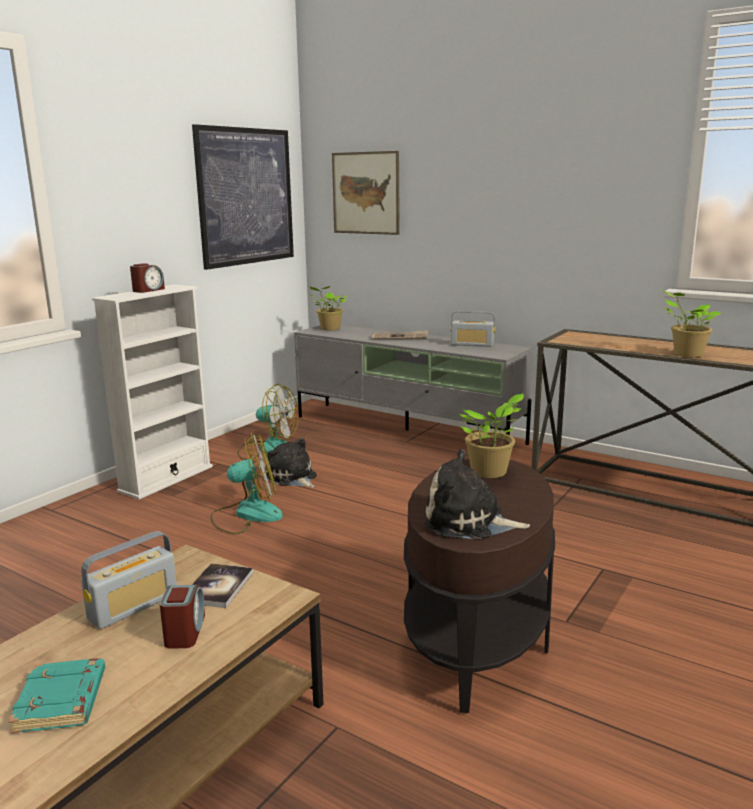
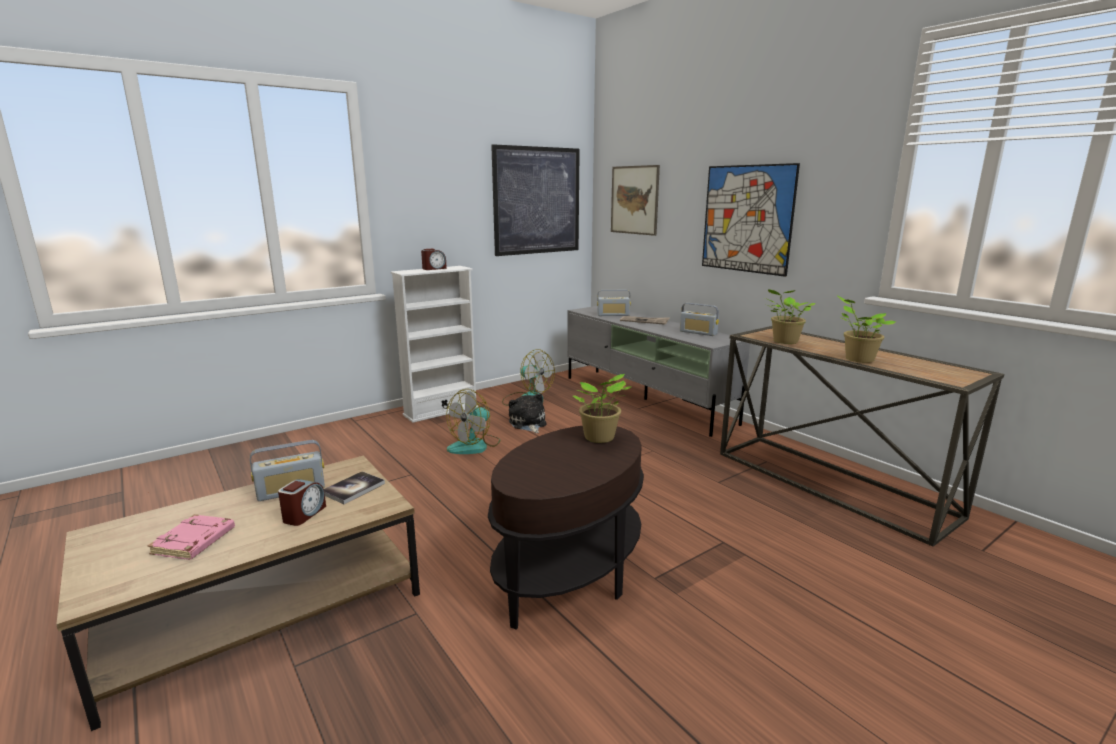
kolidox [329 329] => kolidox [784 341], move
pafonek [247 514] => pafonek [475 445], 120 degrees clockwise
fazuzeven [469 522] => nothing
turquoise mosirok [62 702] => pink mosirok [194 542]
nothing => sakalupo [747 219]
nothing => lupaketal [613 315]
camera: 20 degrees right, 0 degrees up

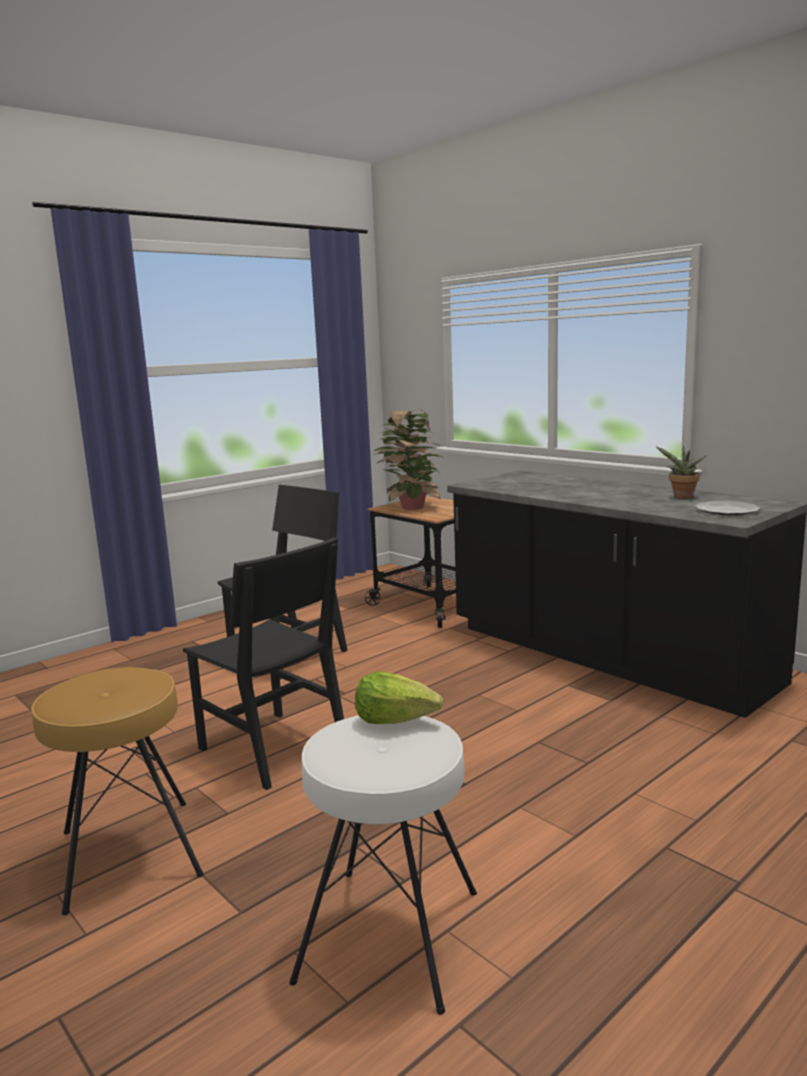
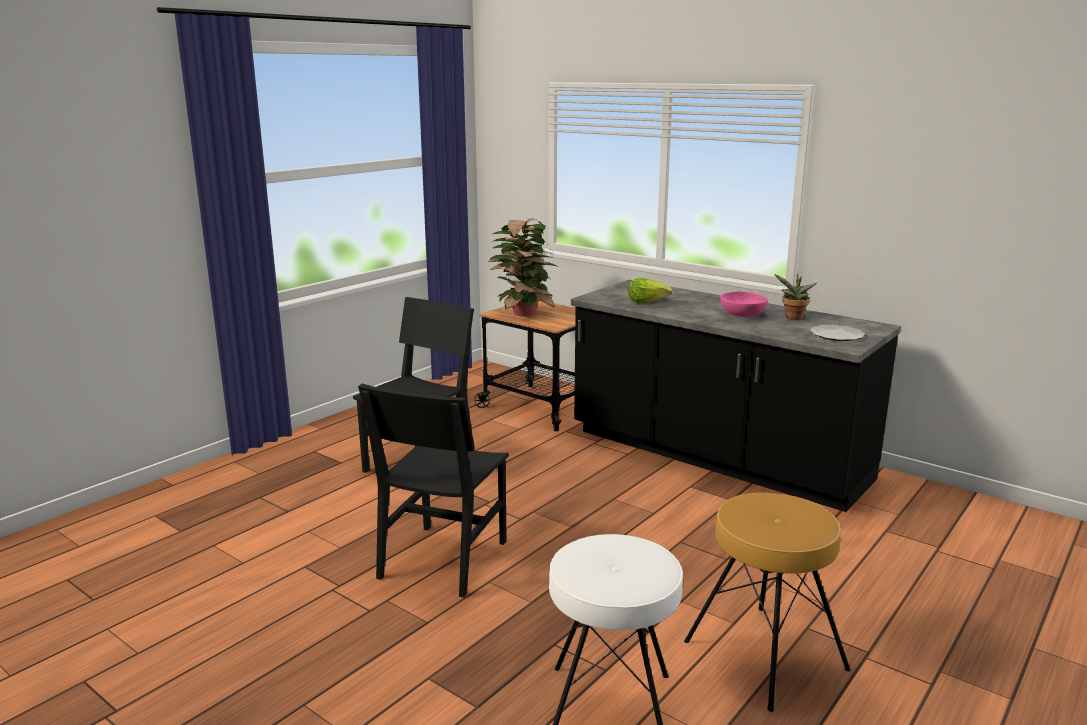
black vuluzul [272 748] => black vuluzul [443 559], 75 degrees clockwise
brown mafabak [128 853] => brown mafabak [764 656], move
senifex [396 719] => senifex [647 302], move
nothing => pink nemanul [742 315]
camera: 10 degrees left, 5 degrees up

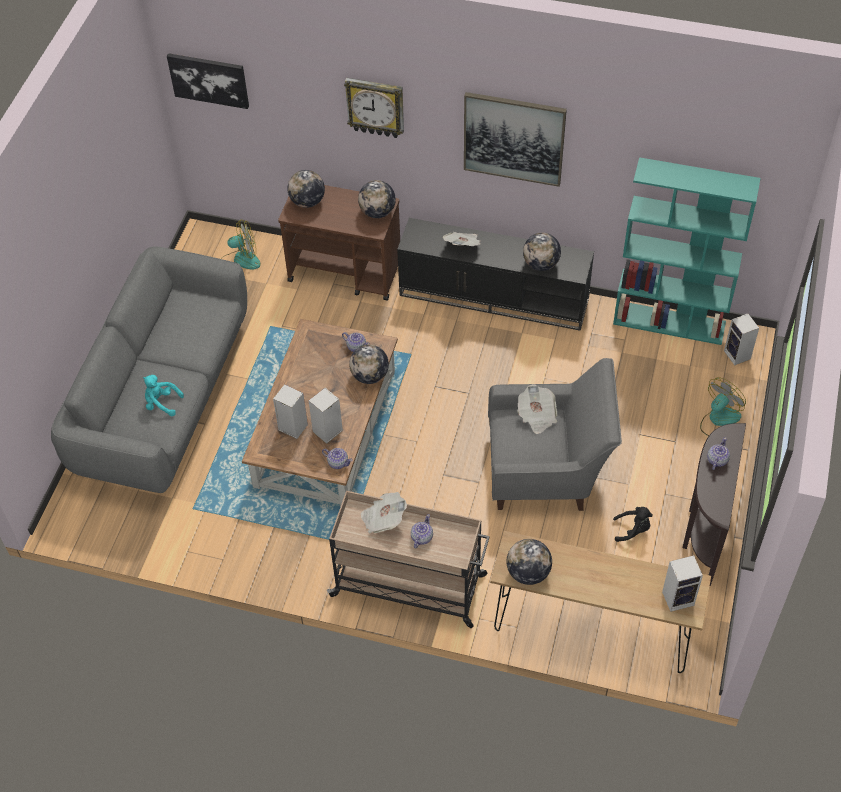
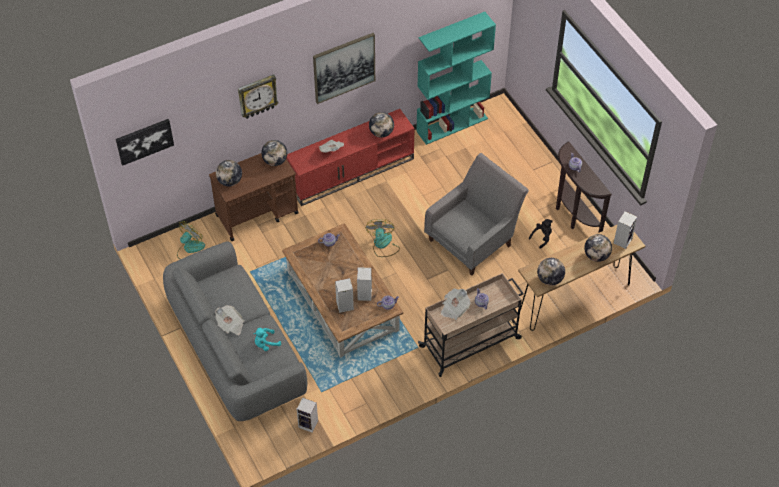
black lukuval [495 296] => red lukuval [351 171]
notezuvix [738 355] => notezuvix [309 424], move
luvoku [370 376] => luvoku [596 256], move
pafonek [719 421] => pafonek [383 245], move
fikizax [537 416] => fikizax [230 325], move
camera: 45 degrees left, 0 degrees up

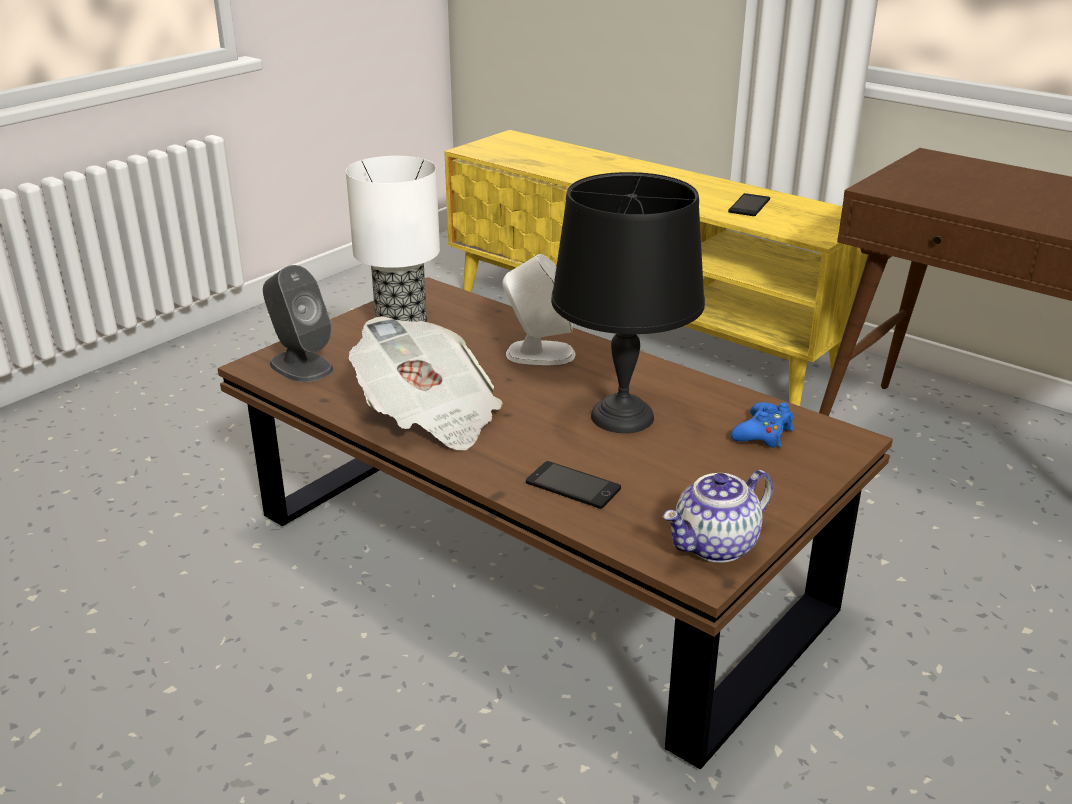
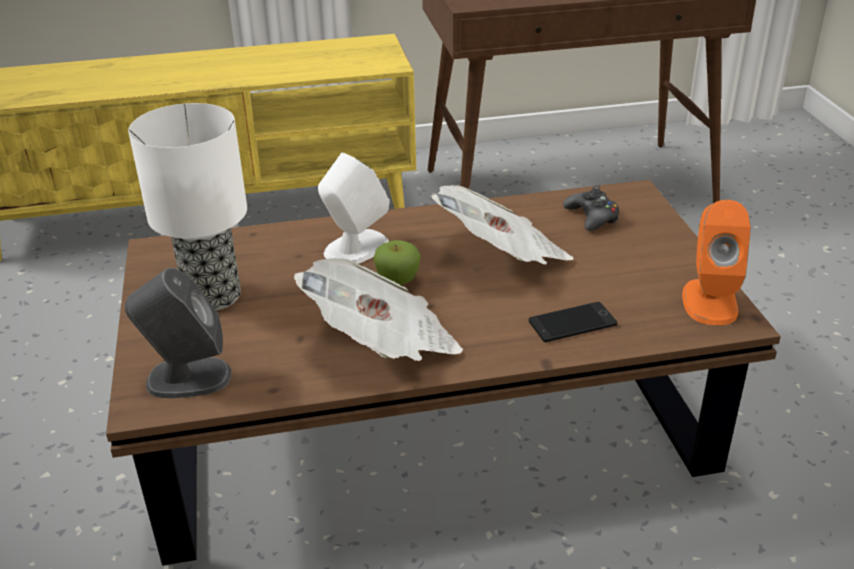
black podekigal [624 417] => fikizax [502 257]
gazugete [749 206] => nothing
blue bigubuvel [763 433] => black bigubuvel [592 217]
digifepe [715 546] => orange notezuvix [709 301]
nothing => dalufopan [397 281]
camera: 50 degrees left, 5 degrees up

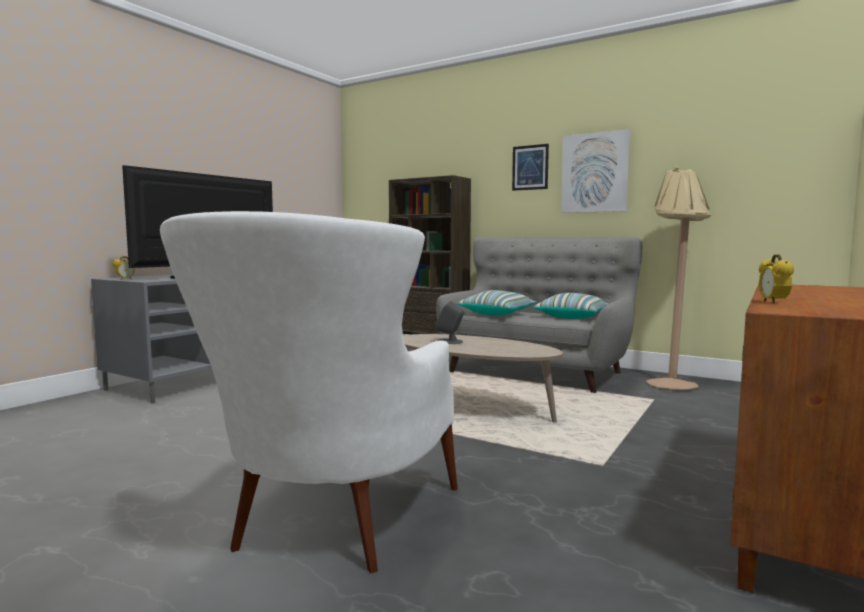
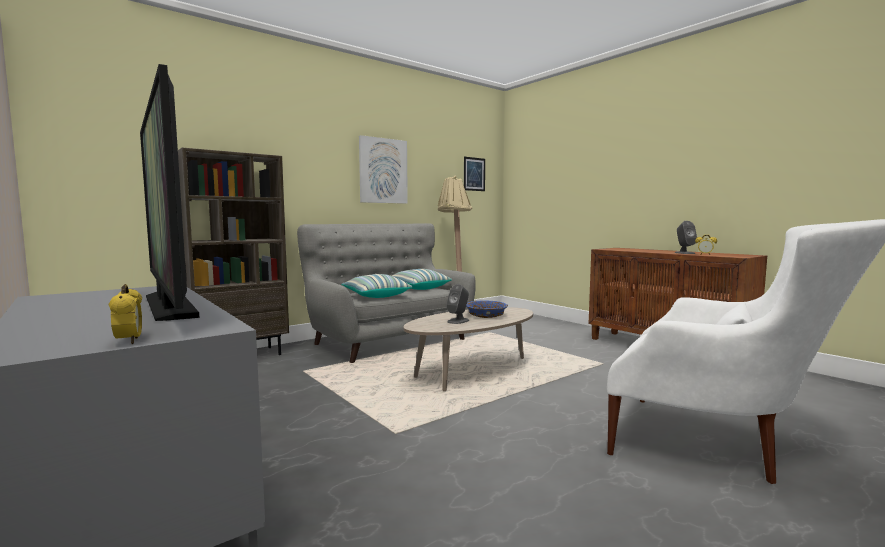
sakalupo [530 167] => sakalupo [474 174], move
nothing => grey notezuvix [684 253]
nothing => blue nemanul [486 315]
camera: 70 degrees left, 0 degrees up

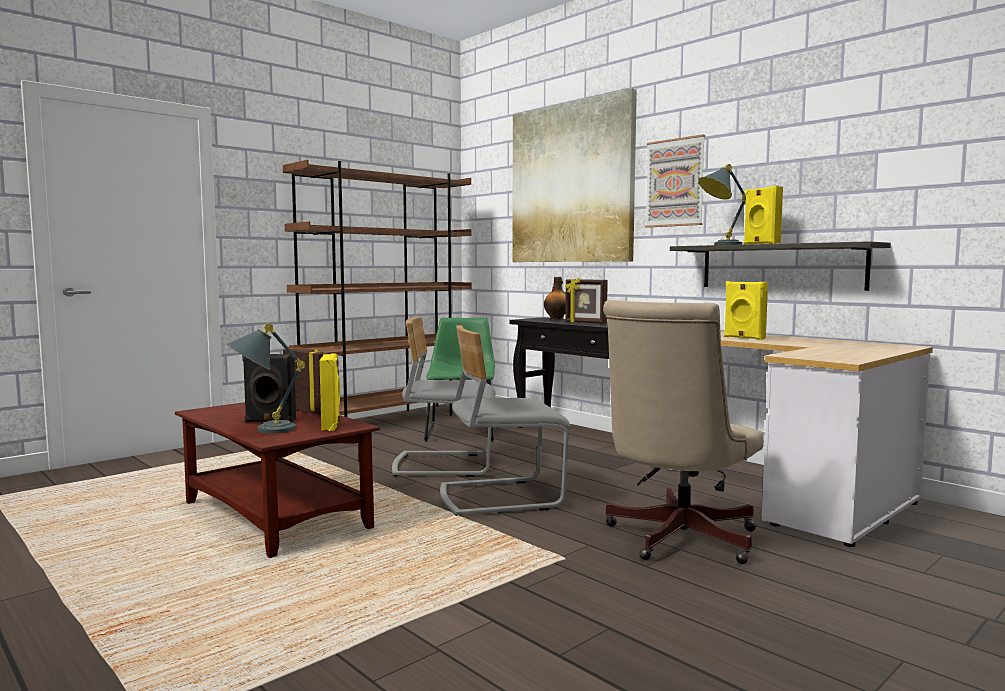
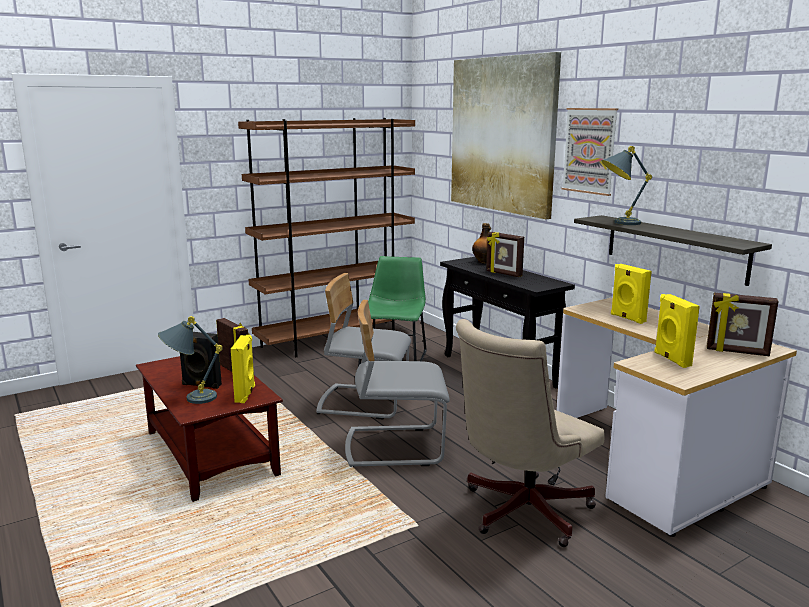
yellow notezuvix [760 244] => yellow notezuvix [671 359], move
nothing => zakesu [737 352]
camera: 10 degrees right, 10 degrees up

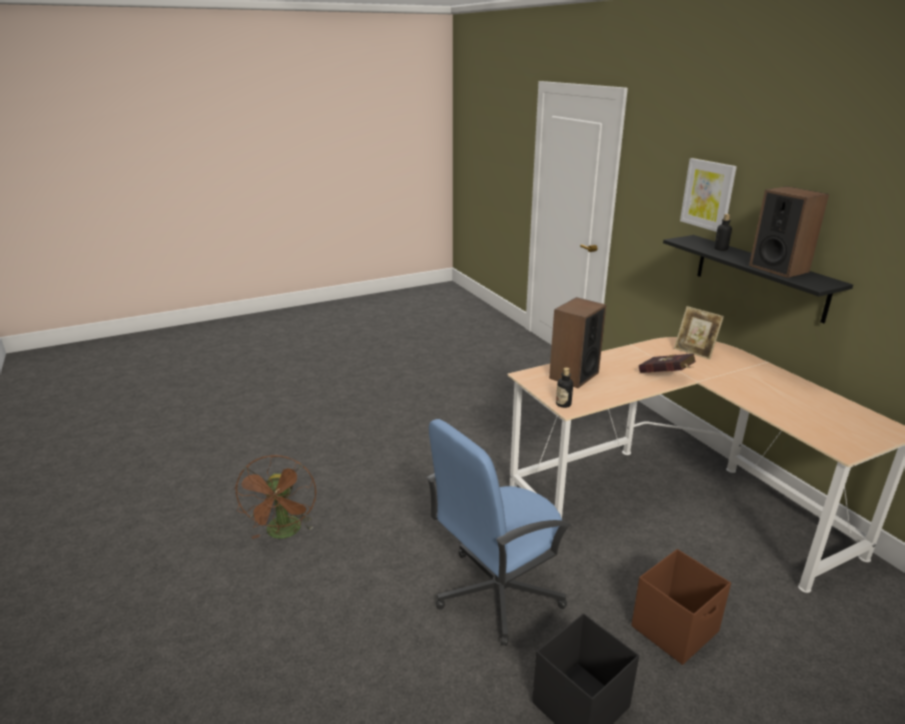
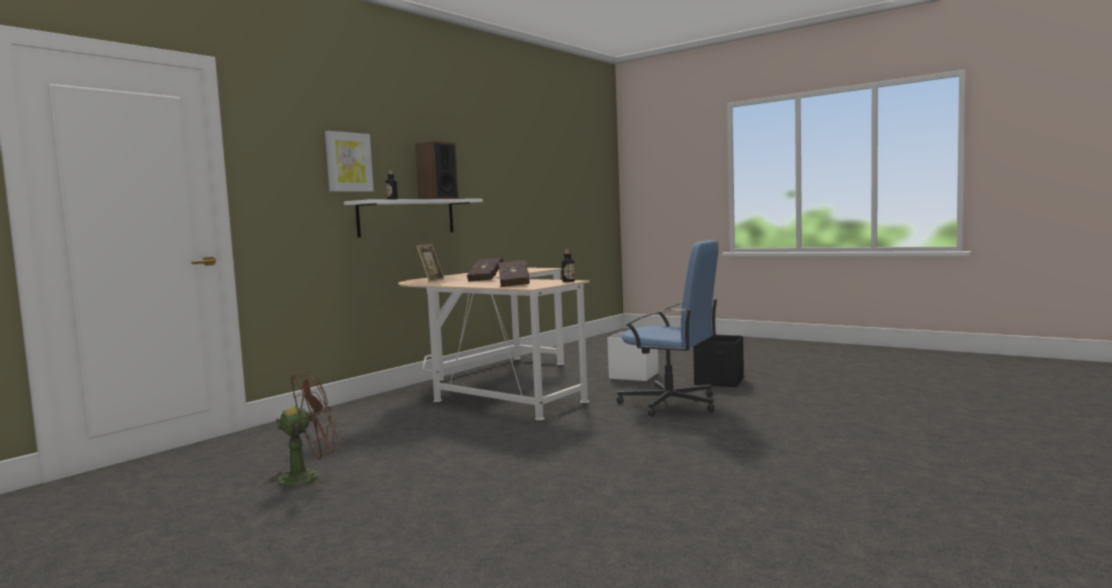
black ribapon [759 277] => white ribapon [407 217]
notezuvix [573 375] => red mosirok [514 284]
brown pafonek [284 533] => brown pafonek [308 477], move
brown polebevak [675 629] => white polebevak [633 376]
camera: 115 degrees left, 20 degrees down

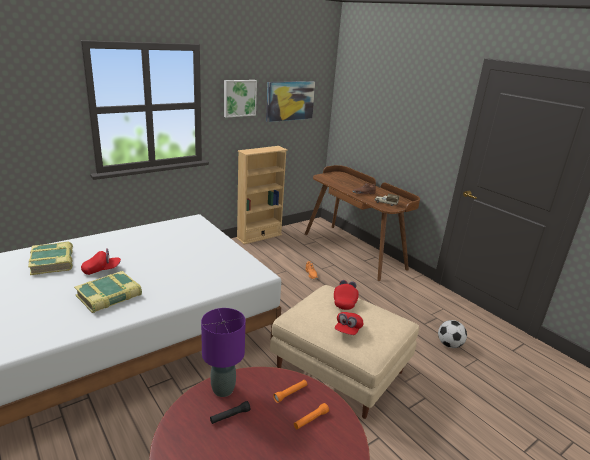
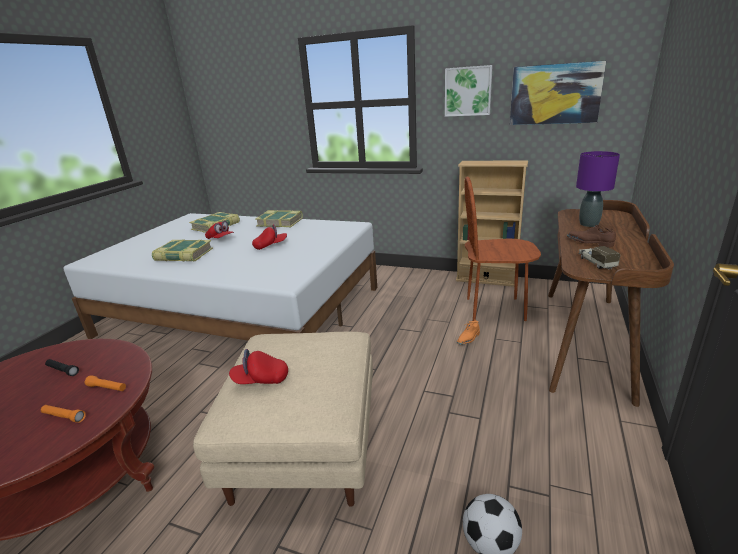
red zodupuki [345 301] => red zodupuki [270 245], move
purple podekigal [223 390] => purple podekigal [588 224], move
nothing => brown vuluzul [495 309]
nothing => mosirok [280 222]
camera: 60 degrees right, 0 degrees up

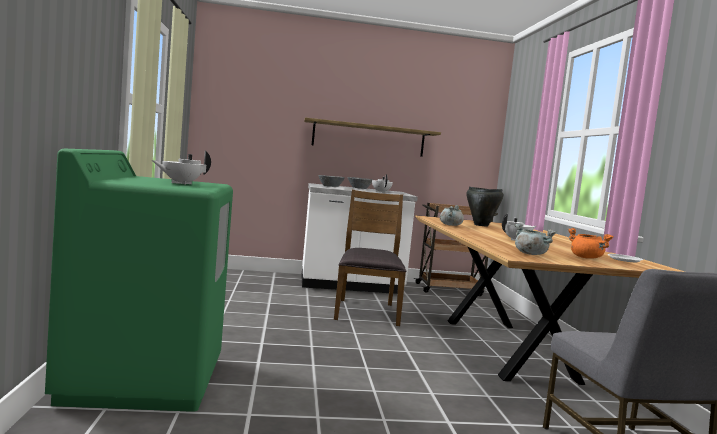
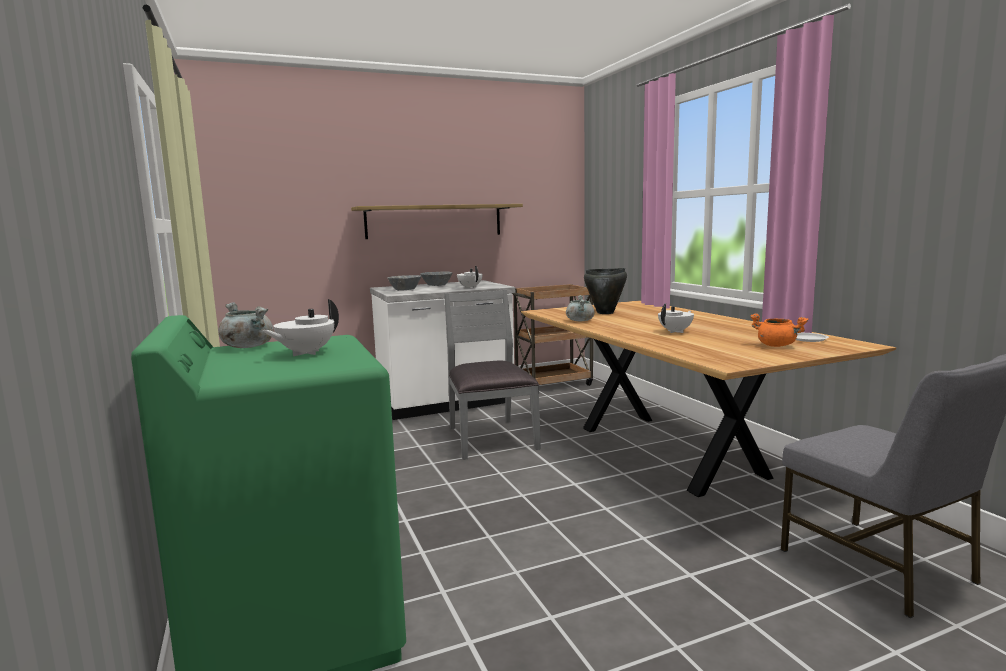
brown vuluzul [366 311] => grey vuluzul [490 438]
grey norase [530 254] => grey norase [247 346], move
camera: 15 degrees left, 5 degrees up

